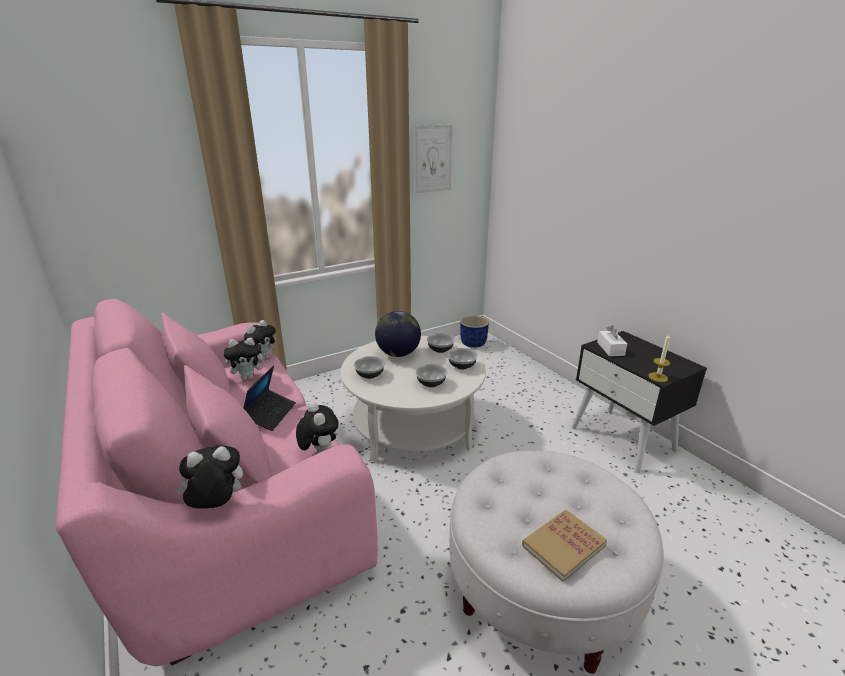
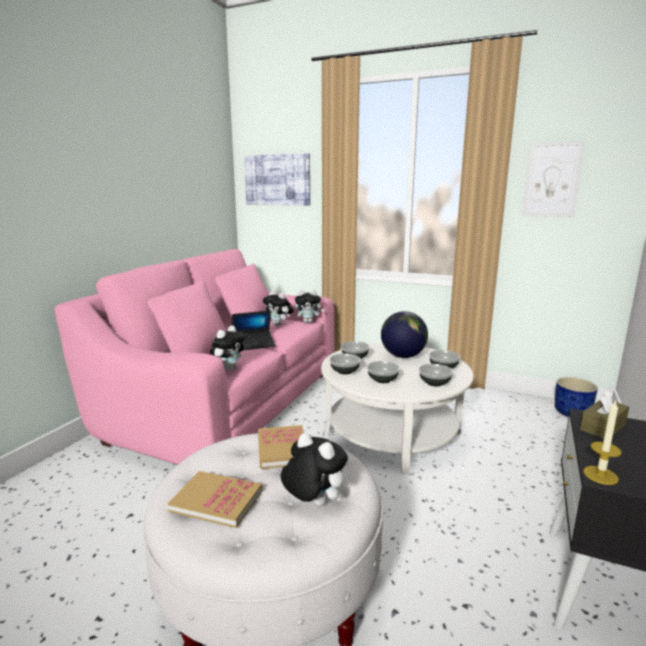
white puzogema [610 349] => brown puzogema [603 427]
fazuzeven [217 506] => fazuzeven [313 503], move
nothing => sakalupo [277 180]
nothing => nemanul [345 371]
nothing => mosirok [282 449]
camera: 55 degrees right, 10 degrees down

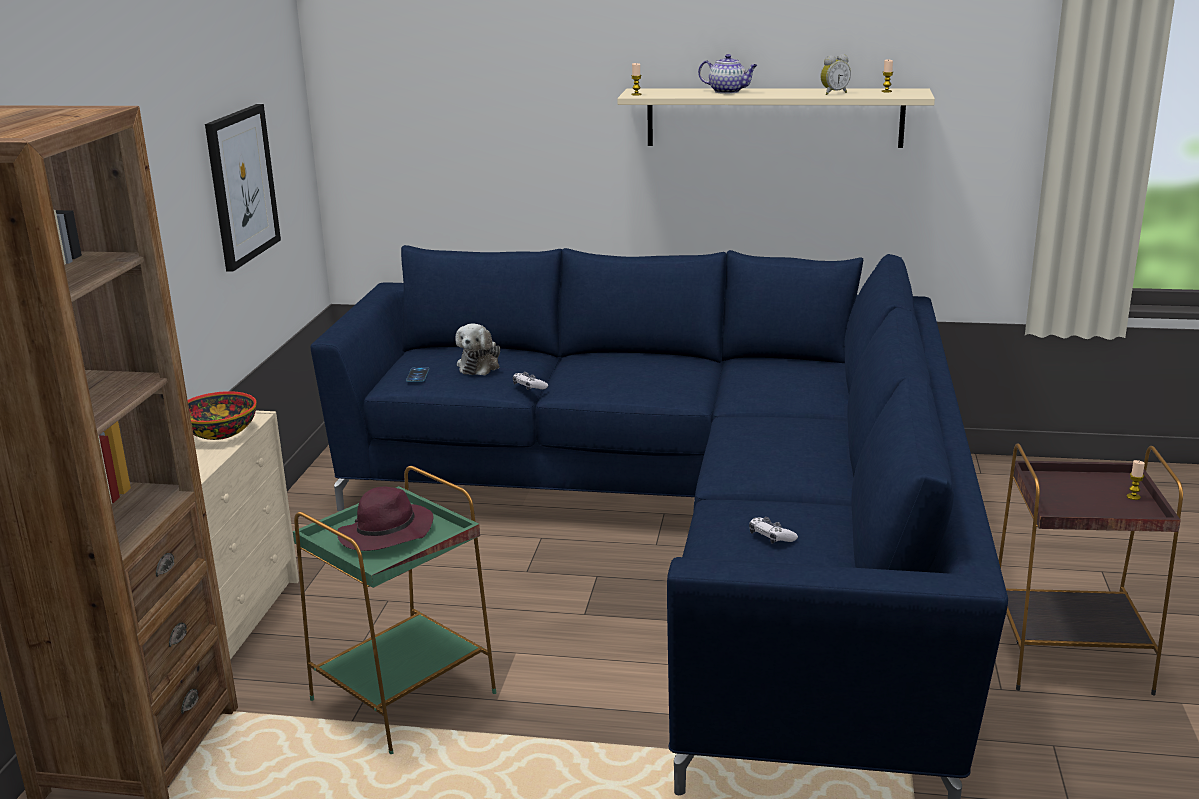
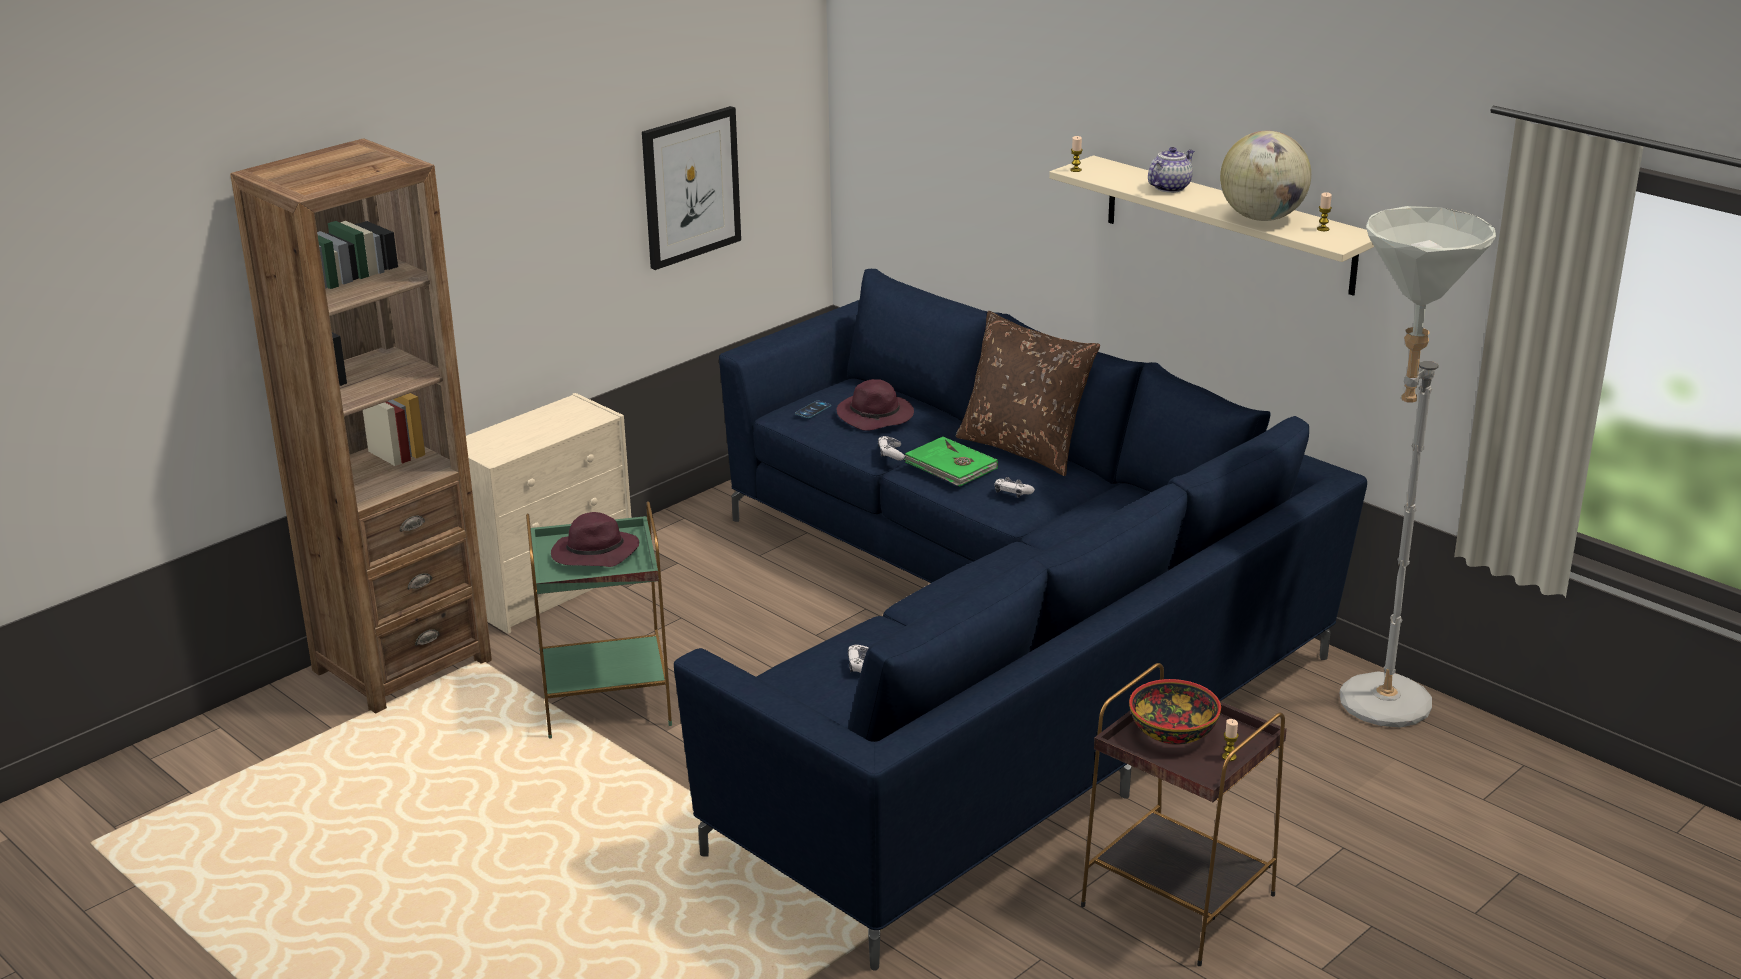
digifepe [728 91] => digifepe [1170 187], 105 degrees counterclockwise
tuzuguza [833 93] => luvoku [1262 218]
fazuzeven [480 365] => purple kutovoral [876 416]
nemanul [219 432] => nemanul [1172 731], move
nothing => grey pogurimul [1374 711]
nothing => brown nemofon [1024 448]
nothing => green mosirok [950 466]
nothing => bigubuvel [1012 493]
camera: 35 degrees right, 5 degrees up

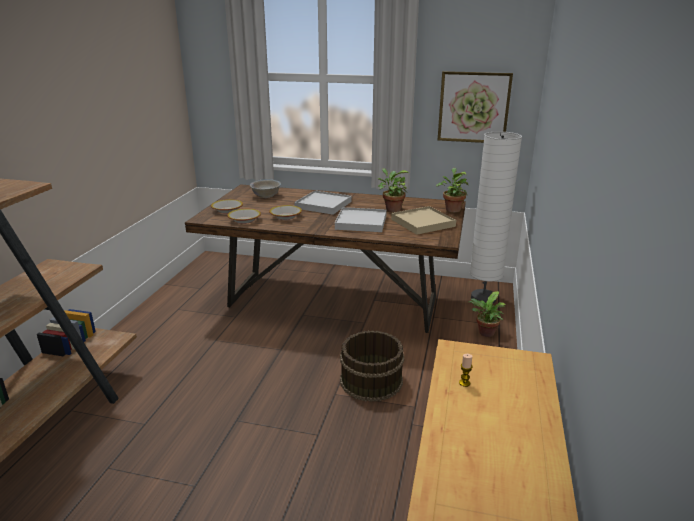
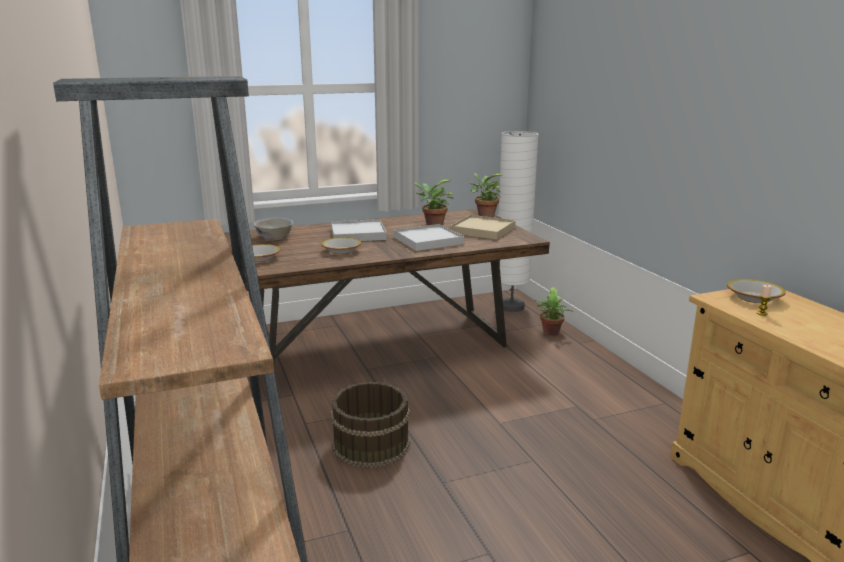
sakalupo [473 107] => nothing
nemanul [244 220] => nemanul [754 298], move
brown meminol [370 380] => brown meminol [370 444], move
camera: 35 degrees left, 5 degrees down

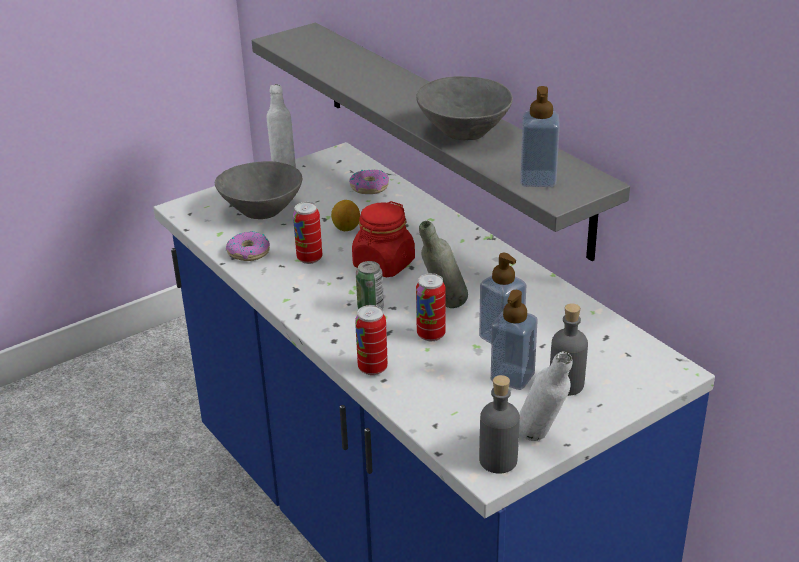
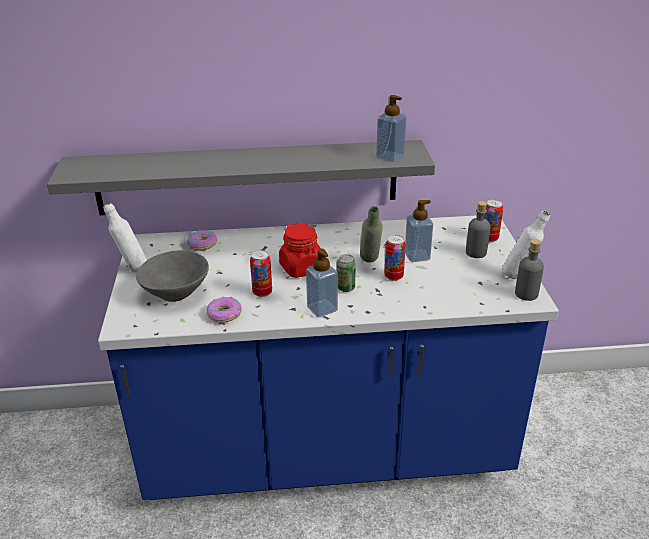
grey nemanul [464 133] => nothing
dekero [346 228] => nothing
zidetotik [512 377] => zidetotik [322 309], move
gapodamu [372 368] => gapodamu [489 238], move
camera: 60 degrees left, 0 degrees up

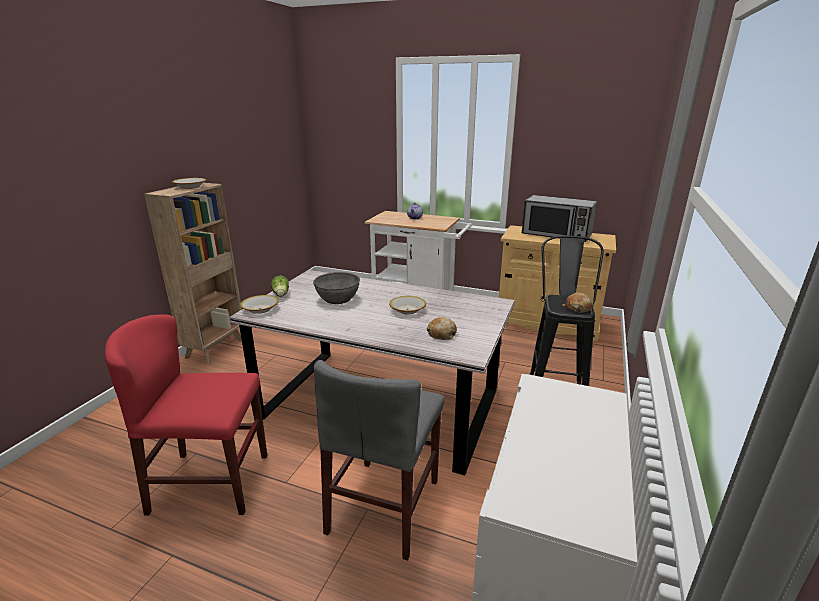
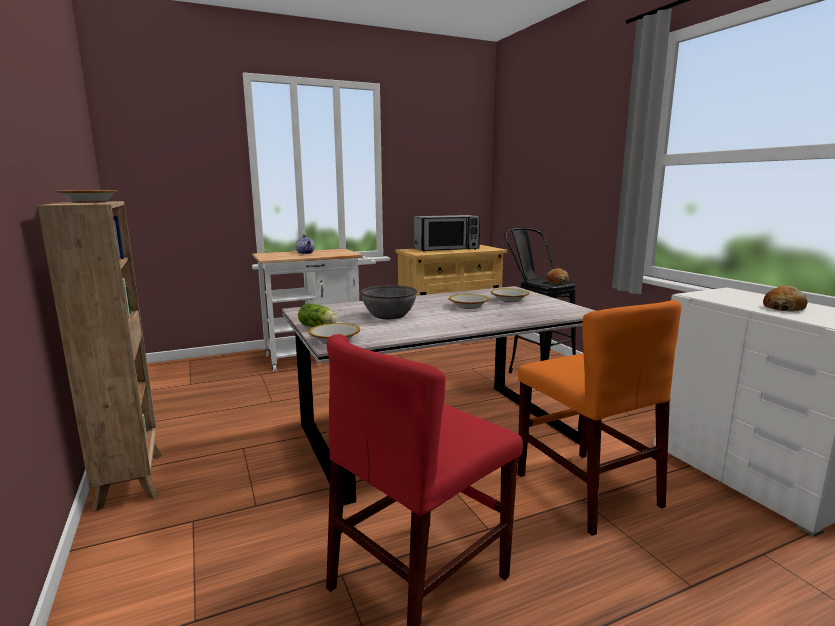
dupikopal [441 334] => dupikopal [783 308], move
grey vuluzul [384 505] => orange vuluzul [586 489]
nothing => nemanul [509 300]
camera: 45 degrees left, 10 degrees down

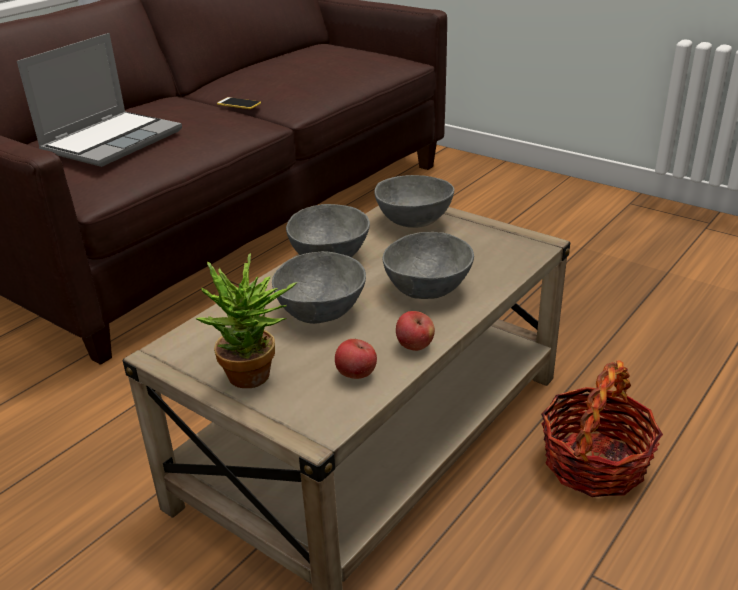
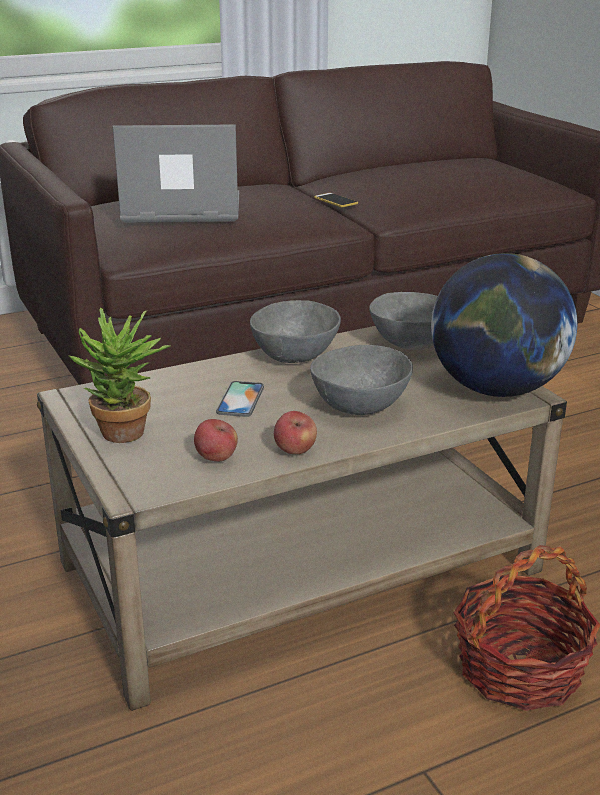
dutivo [112 140] => dutivo [180 211], 150 degrees counterclockwise
grey nemanul [322 311] => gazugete [240 399]
nothing => luvoku [496 389]
camera: 25 degrees right, 5 degrees down

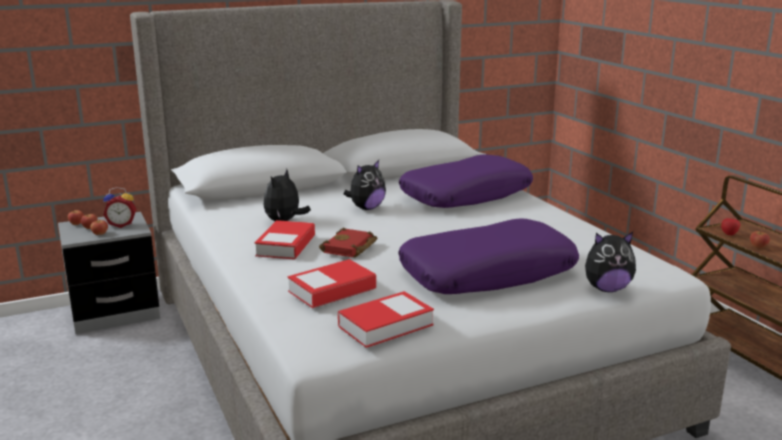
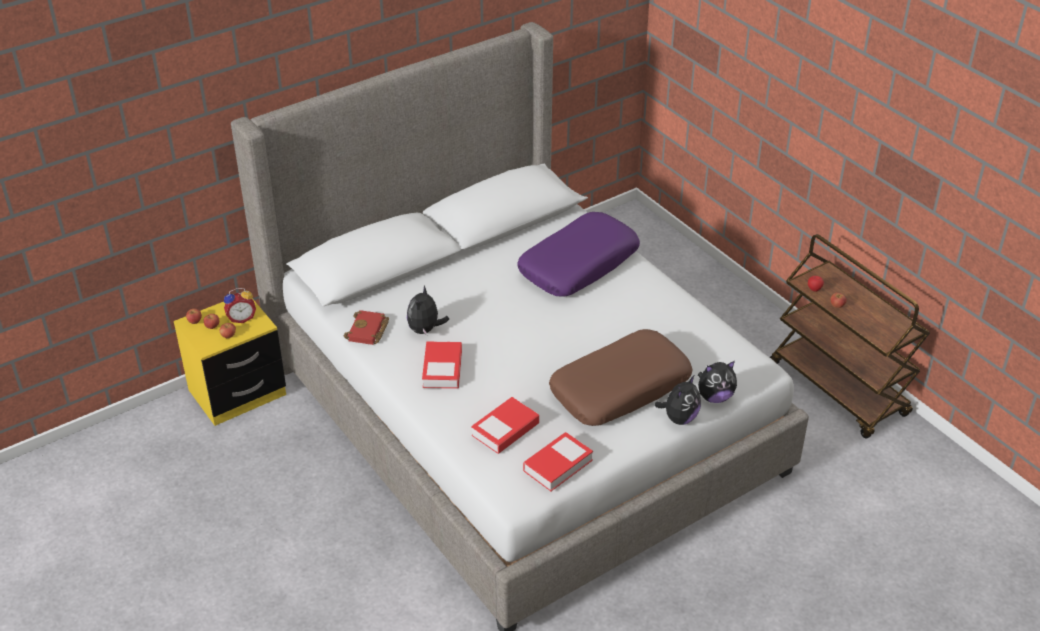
fazuzeven [366 208] => fazuzeven [679 418], move
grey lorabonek [115 313] => yellow lorabonek [237 393]
purple nemofon [487 273] => brown nemofon [620 388]
red mosirok [350 248] => red mosirok [368 331], move
camera: 10 degrees left, 20 degrees up

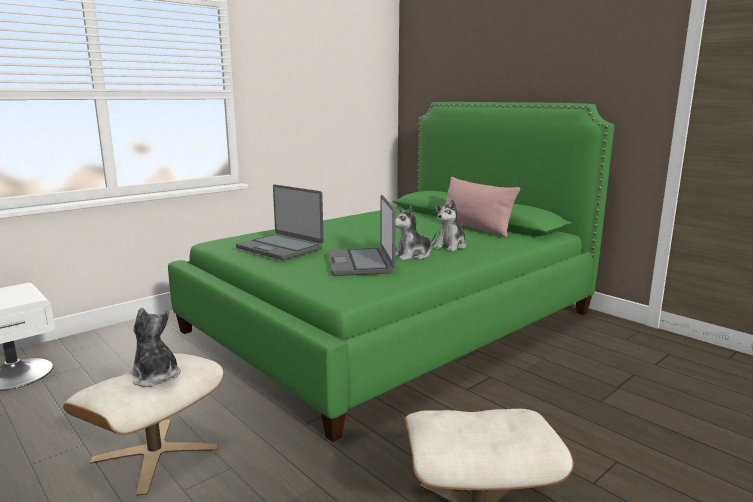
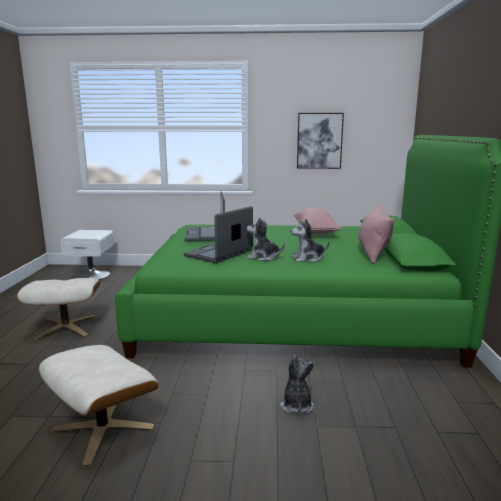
fazuzeven [155 376] => fazuzeven [296 405], move
nothing => sakalupo [319 141]
nothing => pink nemofon [315 231]
camera: 45 degrees right, 0 degrees up

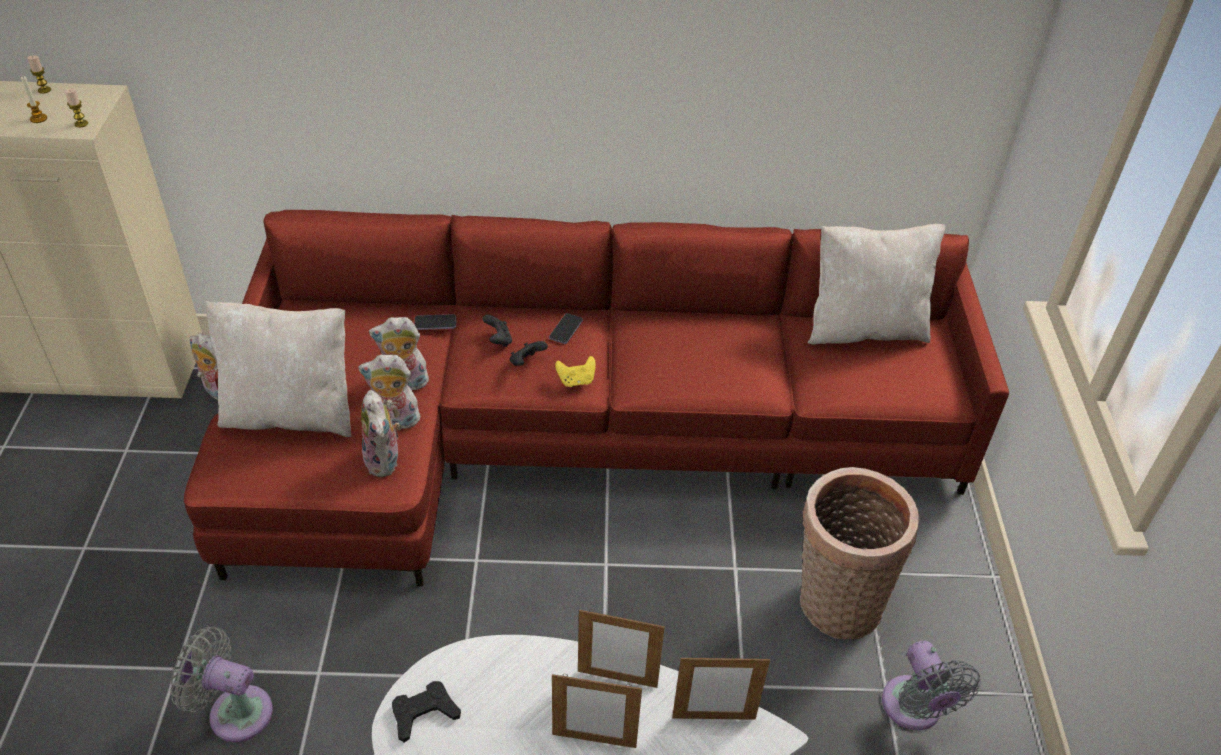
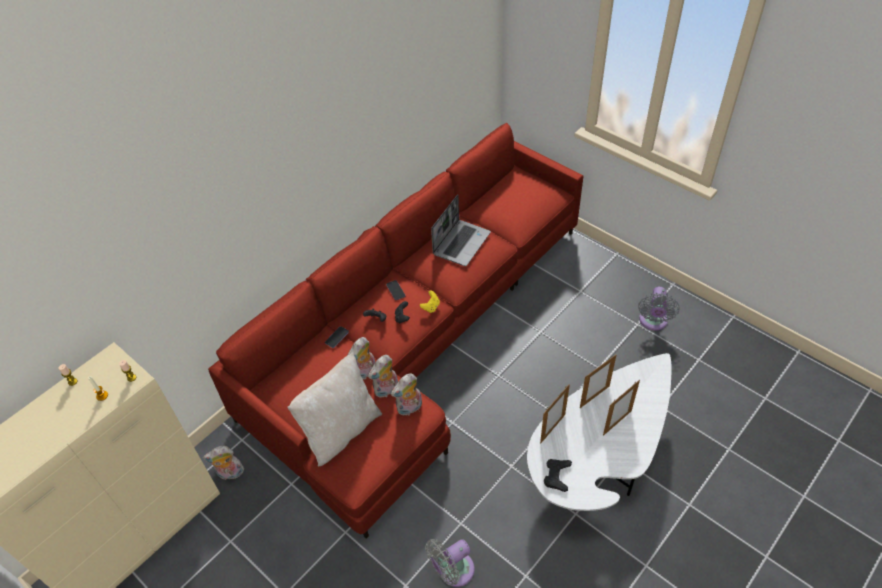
beige nemofon [864 328] => nothing
fazuzeven [385 461] => fazuzeven [409 408], 120 degrees clockwise
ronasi [834 601] => nothing
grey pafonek [914 709] => grey pafonek [653 322], 75 degrees clockwise
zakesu [713 718] => zakesu [552 428], move
nothing => dutivo [461 243]
camera: 45 degrees left, 5 degrees up

